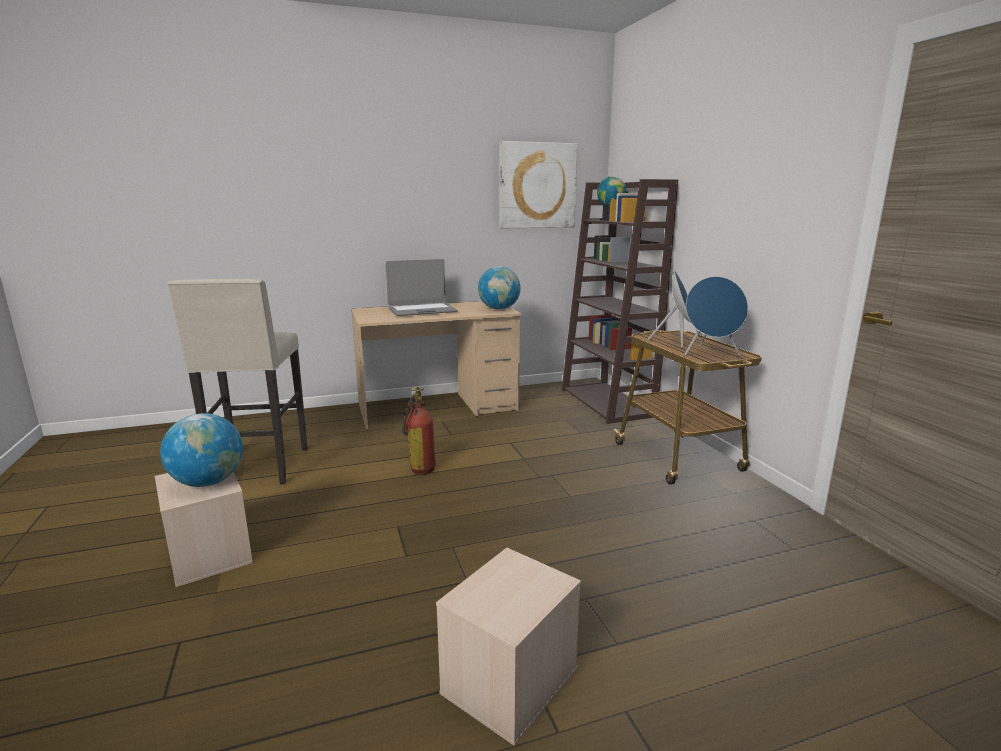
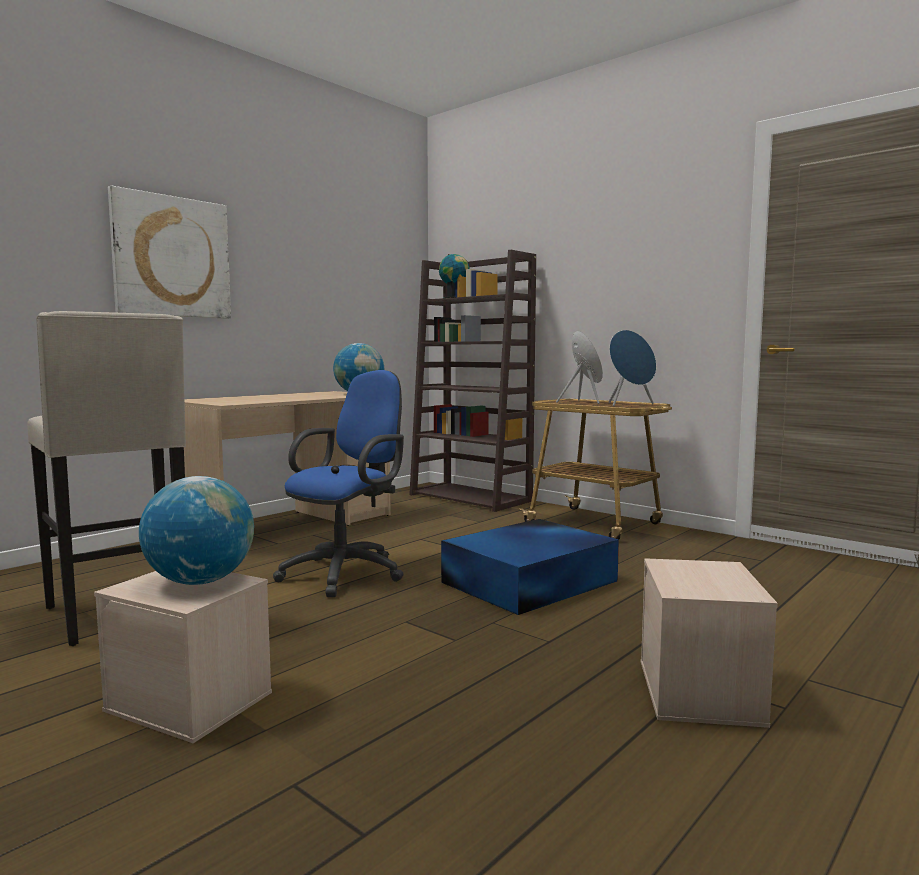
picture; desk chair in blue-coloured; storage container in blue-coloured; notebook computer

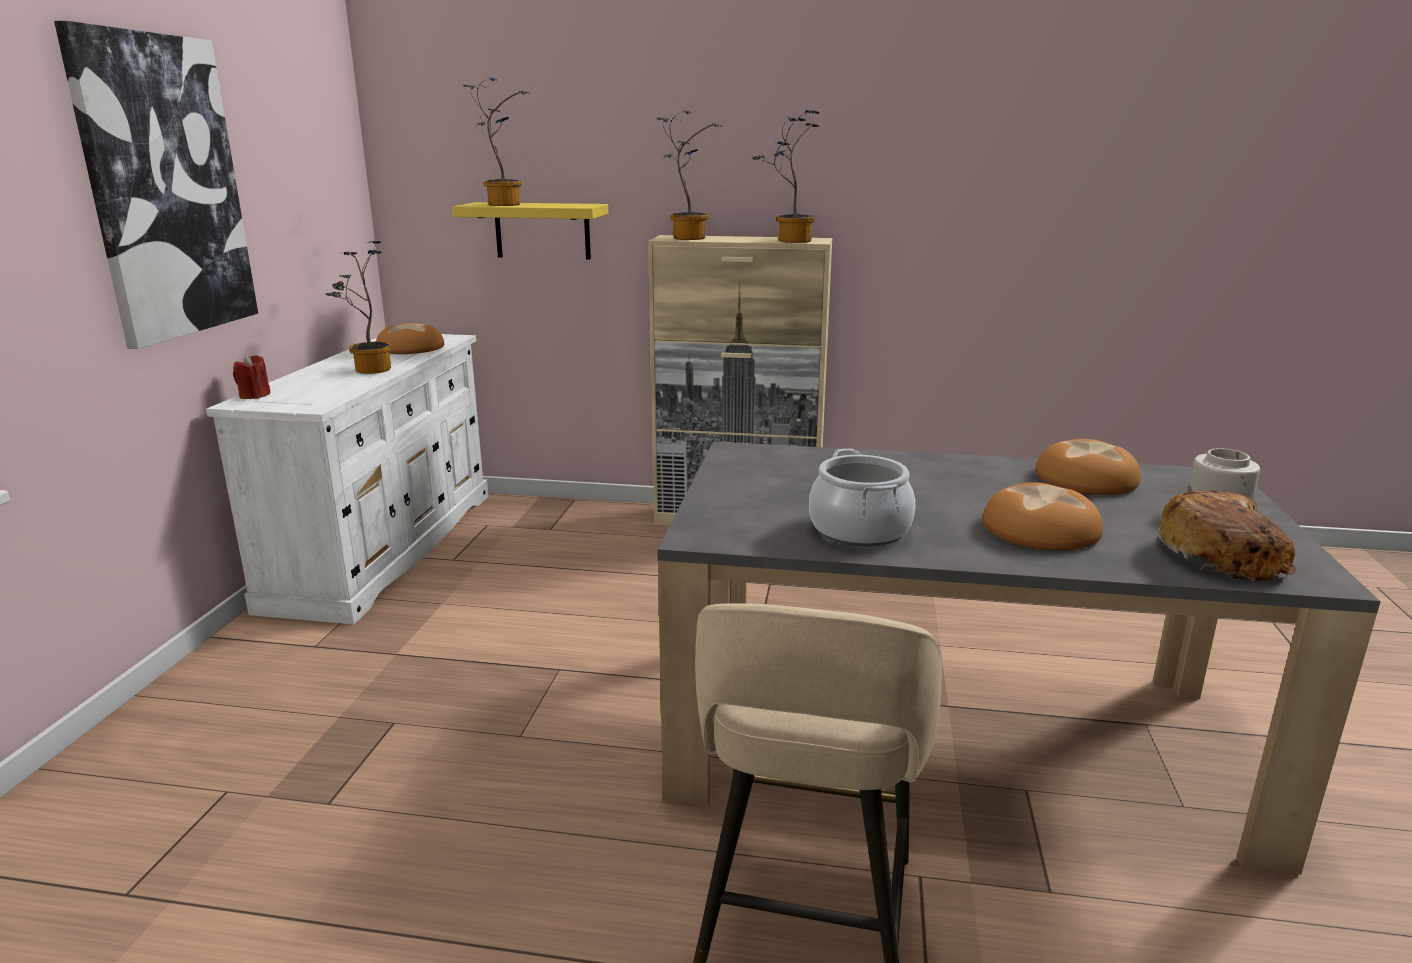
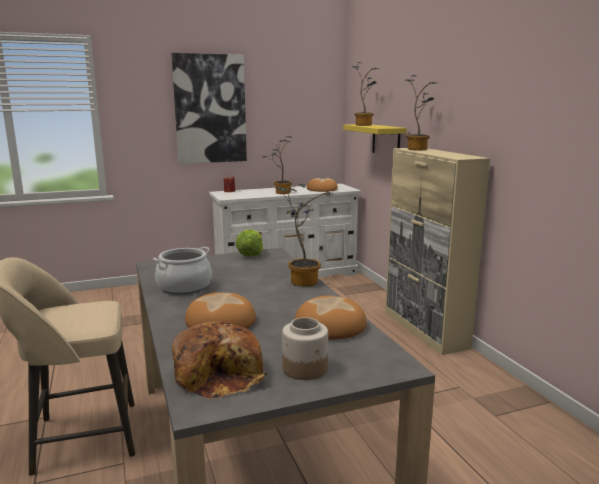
lettuce head; houseplant (2nd from left)

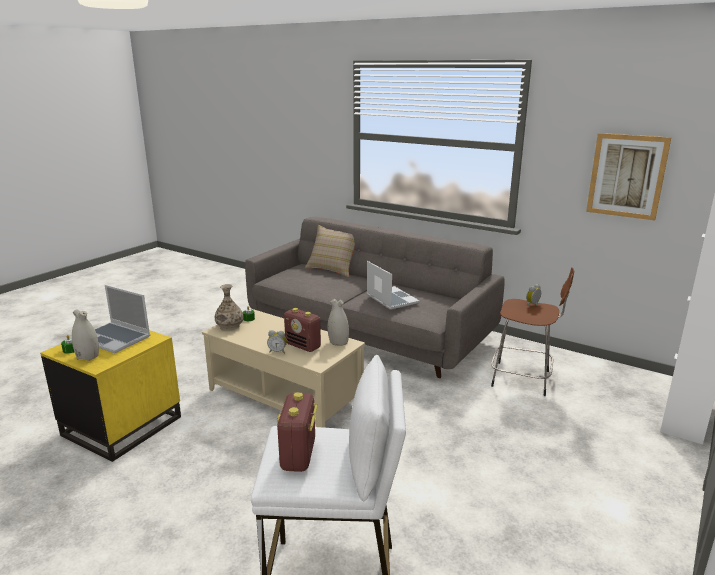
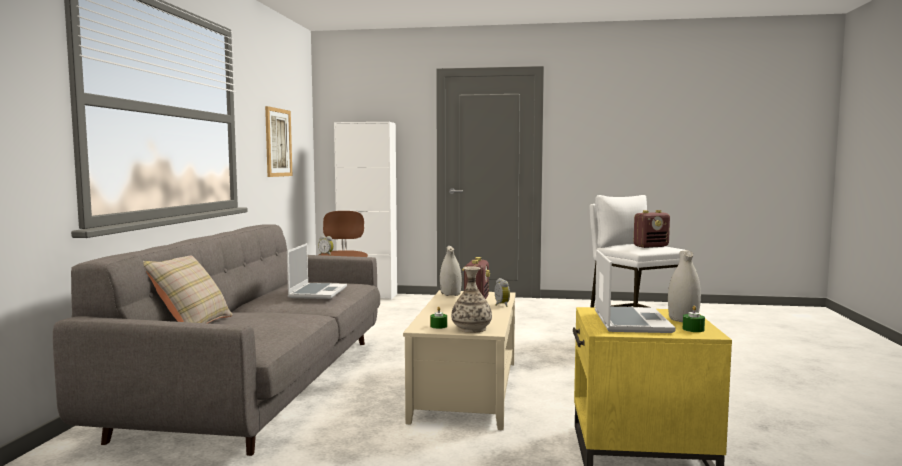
notebook computer (1st from left)

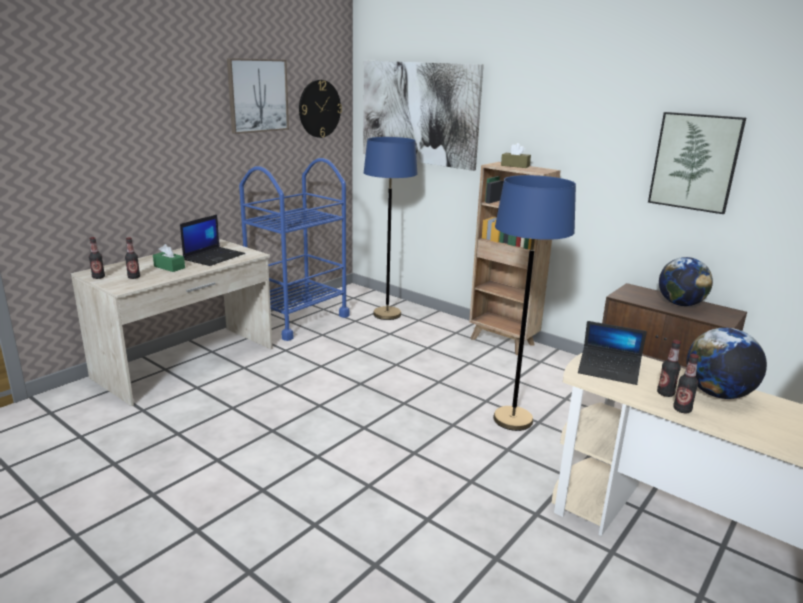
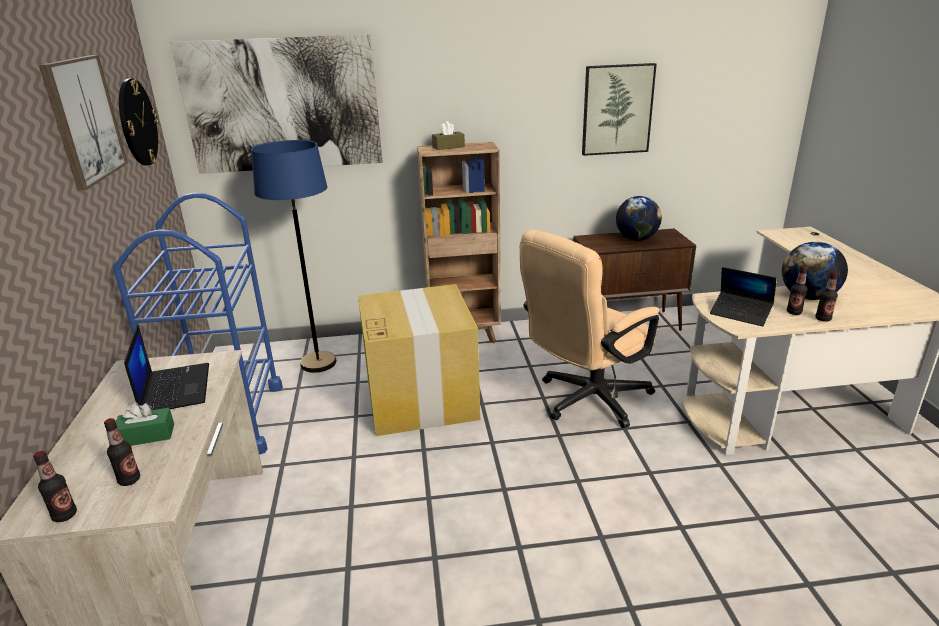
carton; desk chair in sand-coloured; notebook computer (2nd from left)

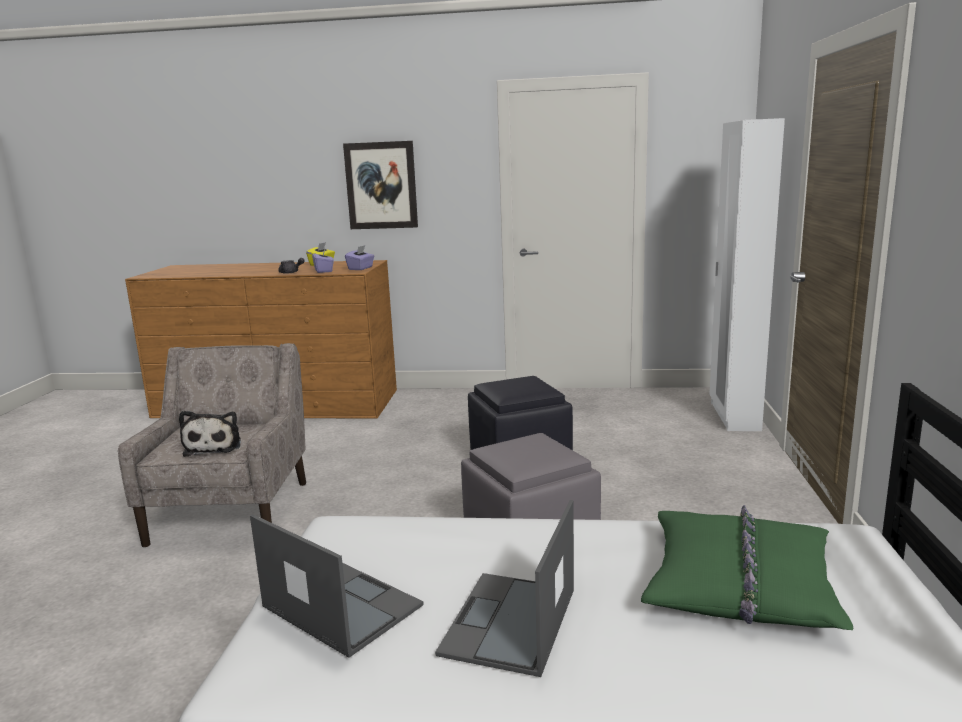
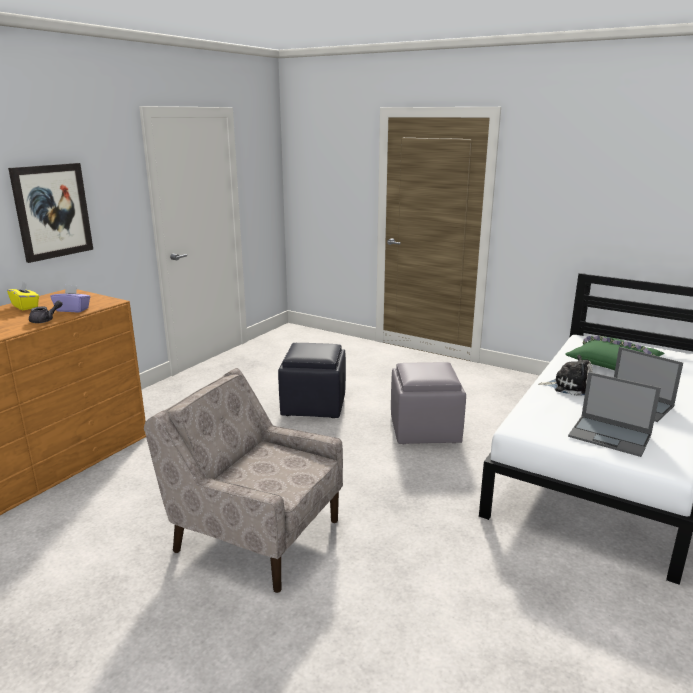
soft toy; notebook computer (1st from left); tissue holder in purple (2nd from left in the first image); clothes cupboard in whitish

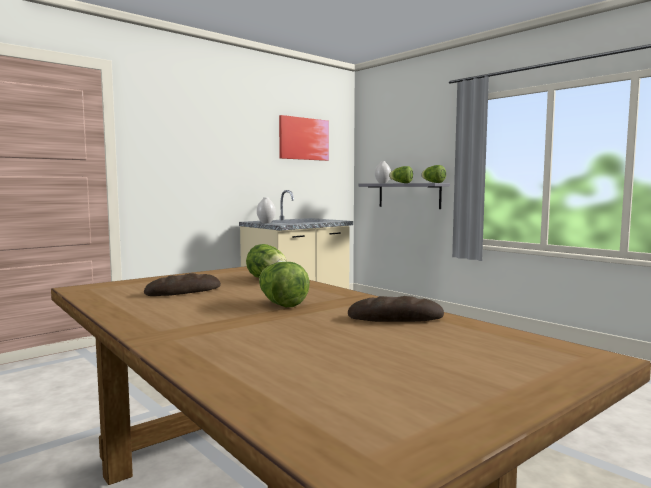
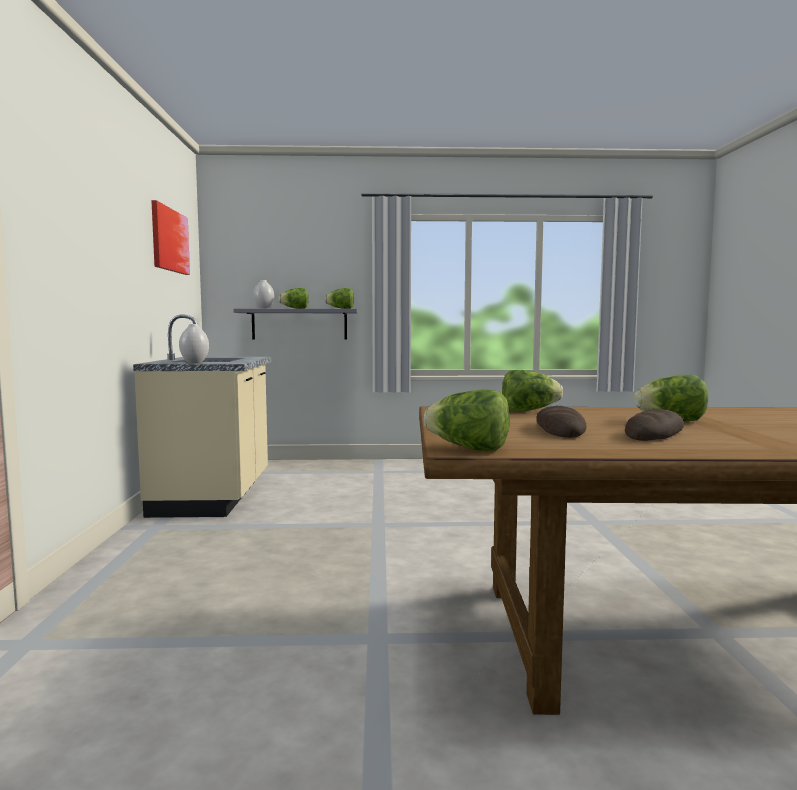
lettuce head (3rd from left); baked bread (2nd from left)

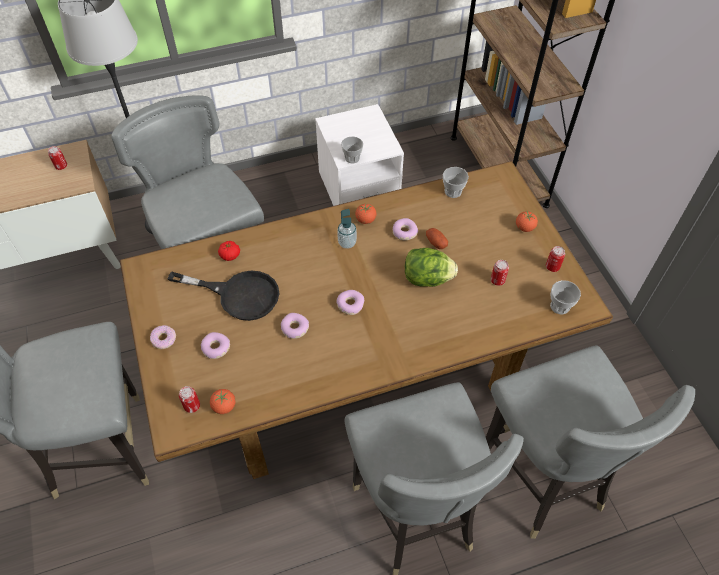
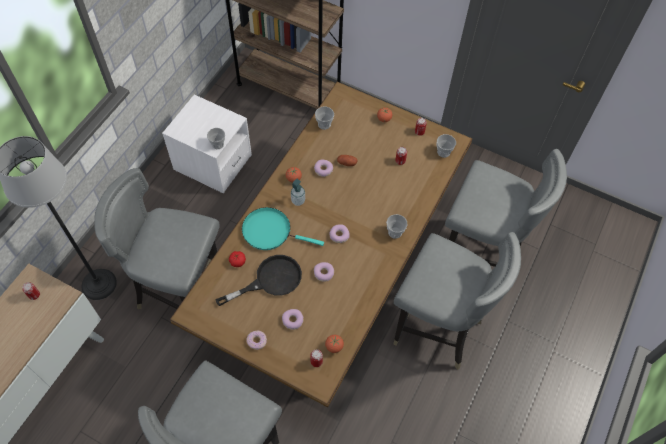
pan in turquoise; small cup (3rd from left); lettuce head

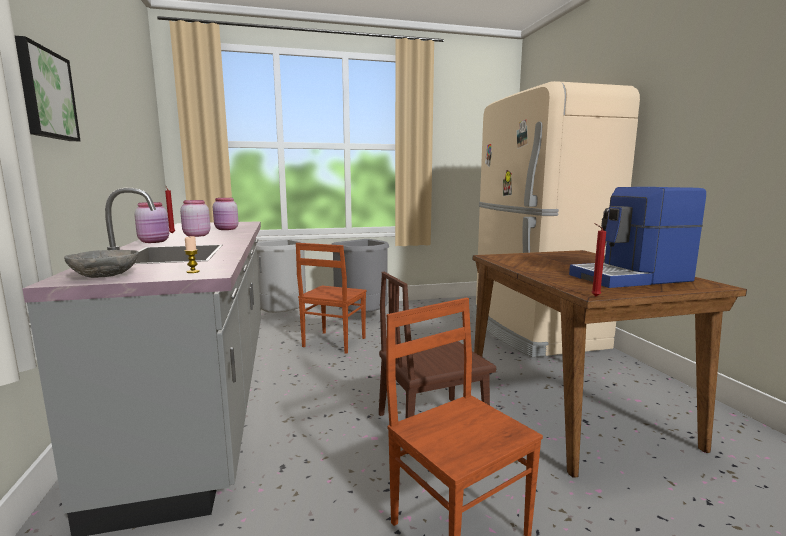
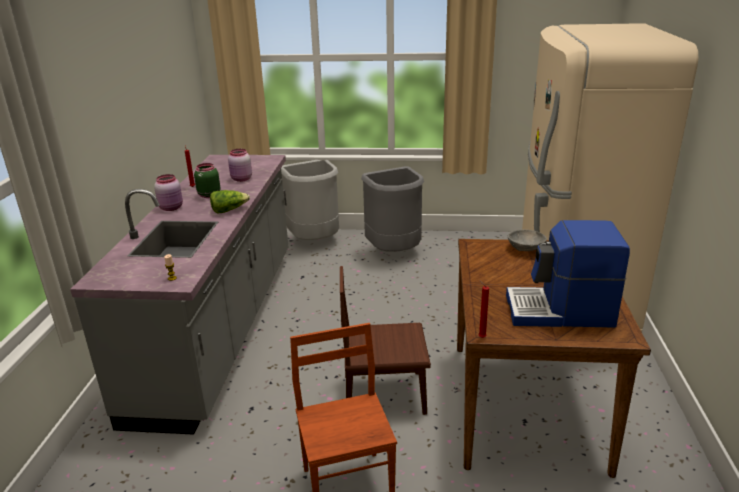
storage jar in green; lettuce head; deep dish in gray; picture; plain chair in brownish (1st from left in the first image)

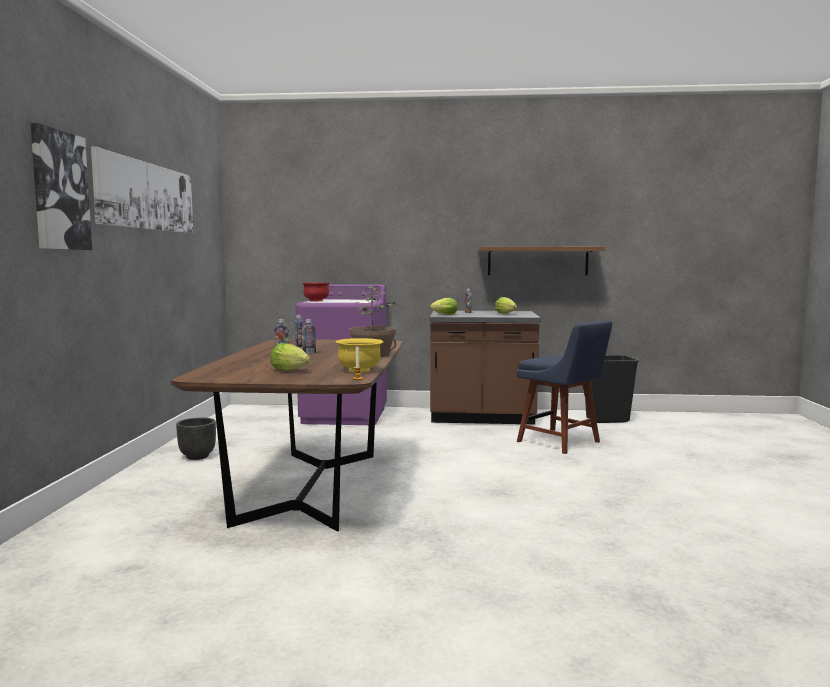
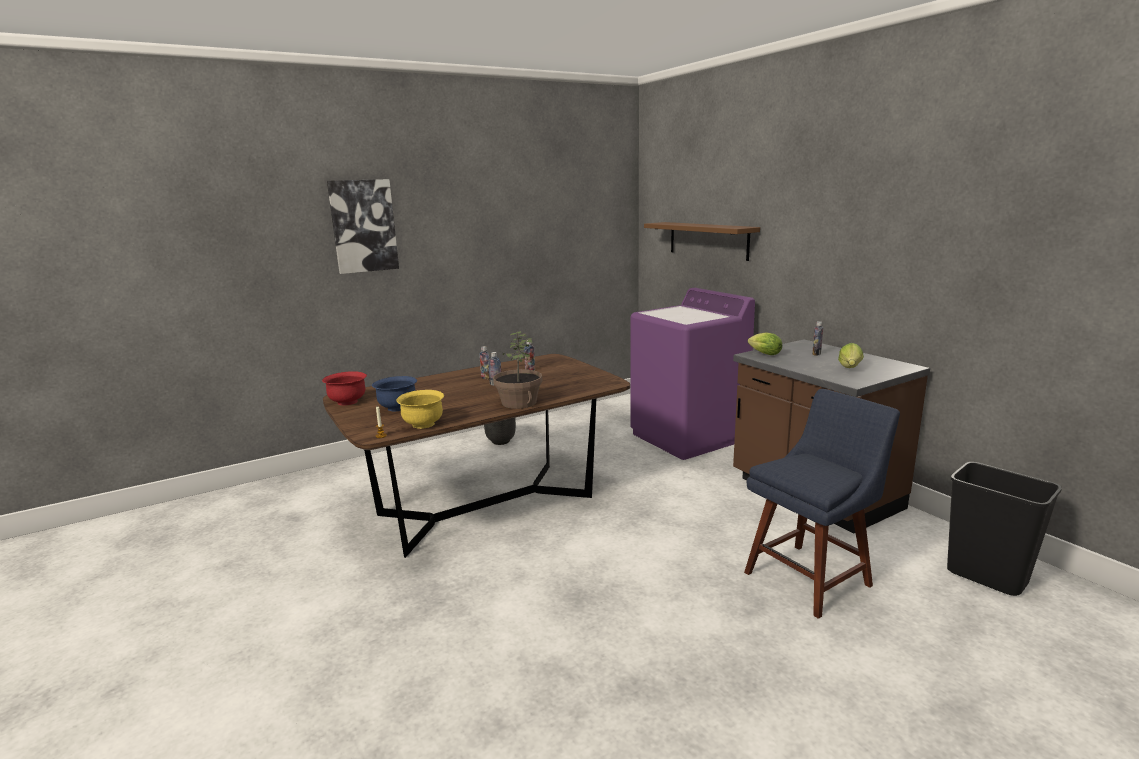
deep dish in red-coloured; deep dish in blue-coloured; bracket shelf in brownish; plain chair in blue-coloured; picture (2nd from left in the first image)

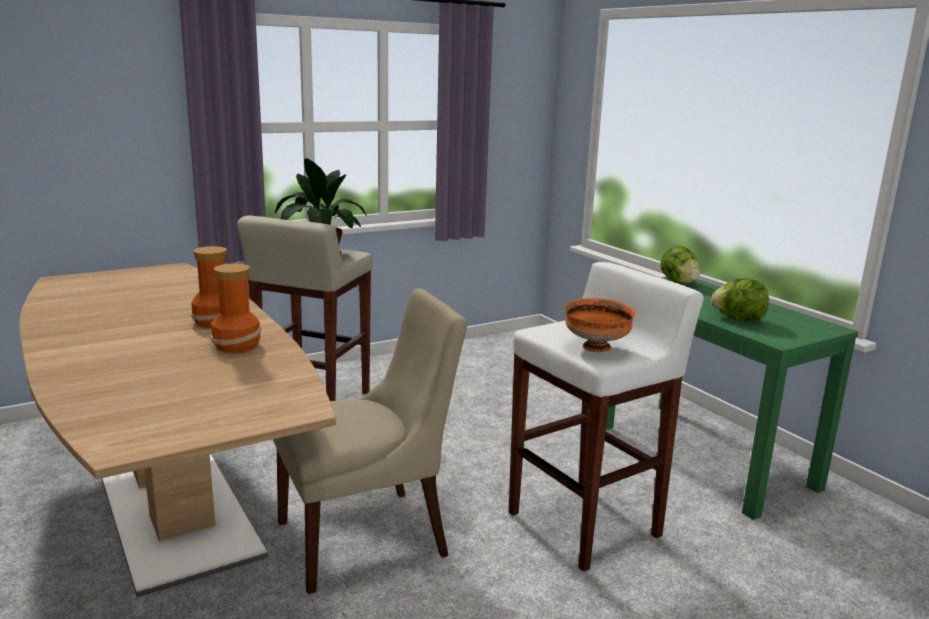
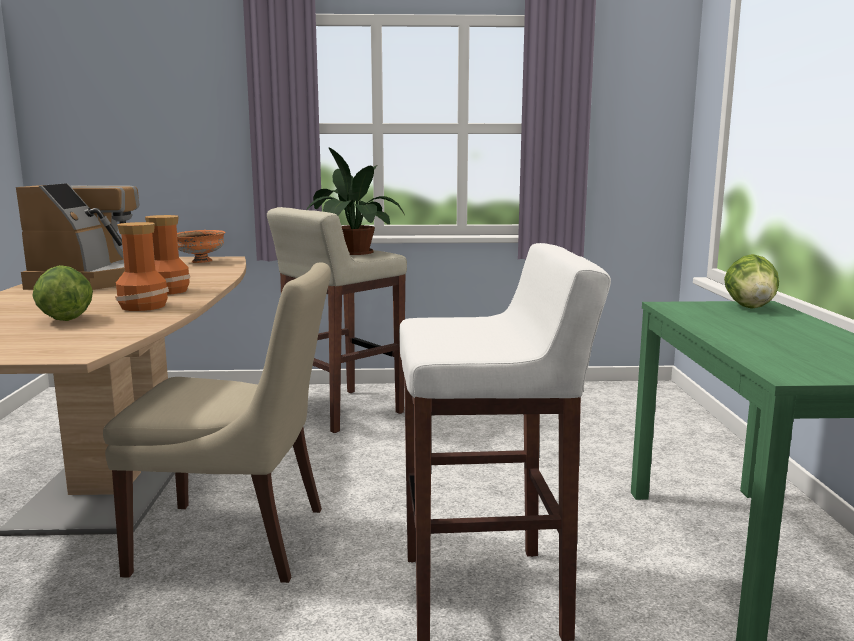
coffee brewer; lettuce head (1st from left); deep dish in orange

